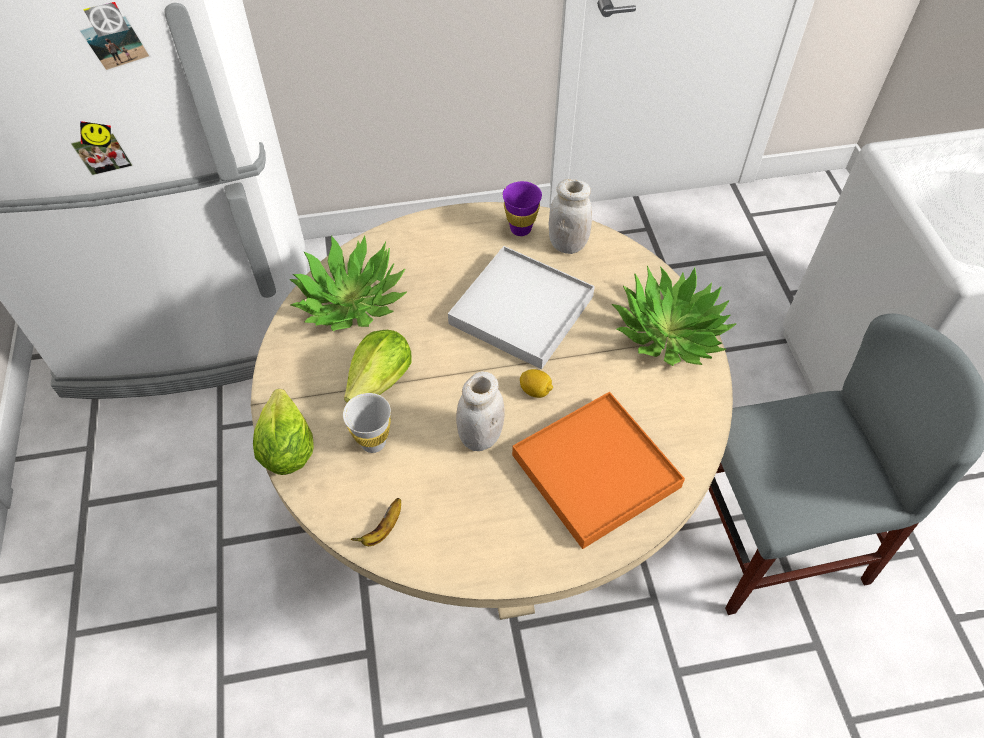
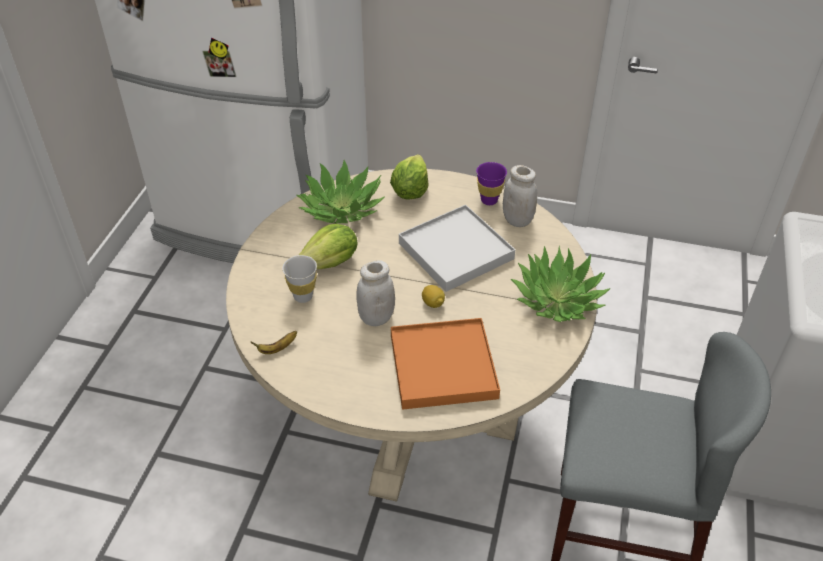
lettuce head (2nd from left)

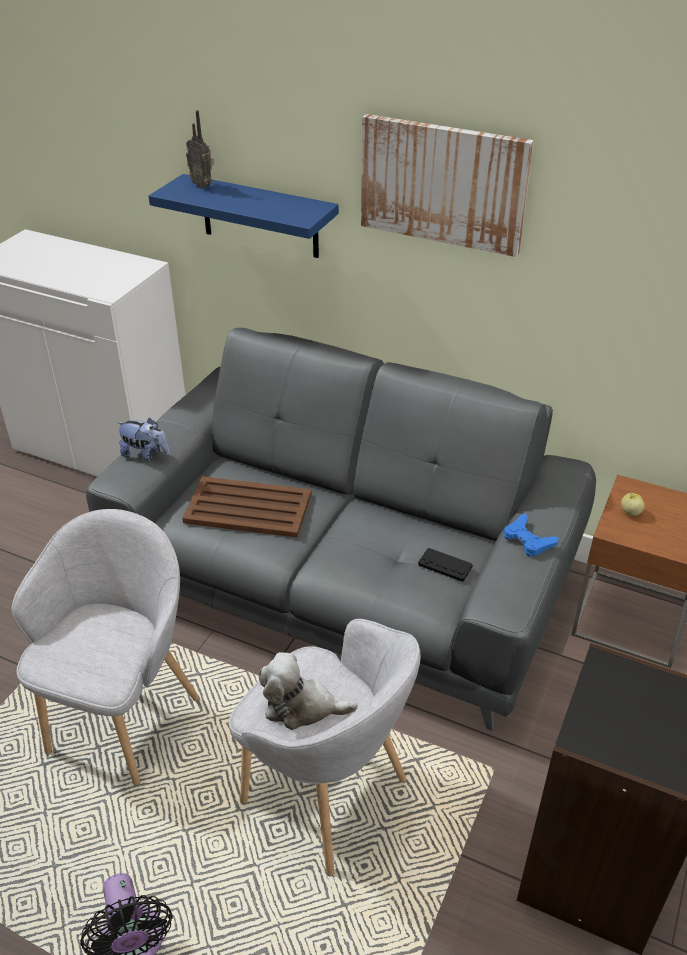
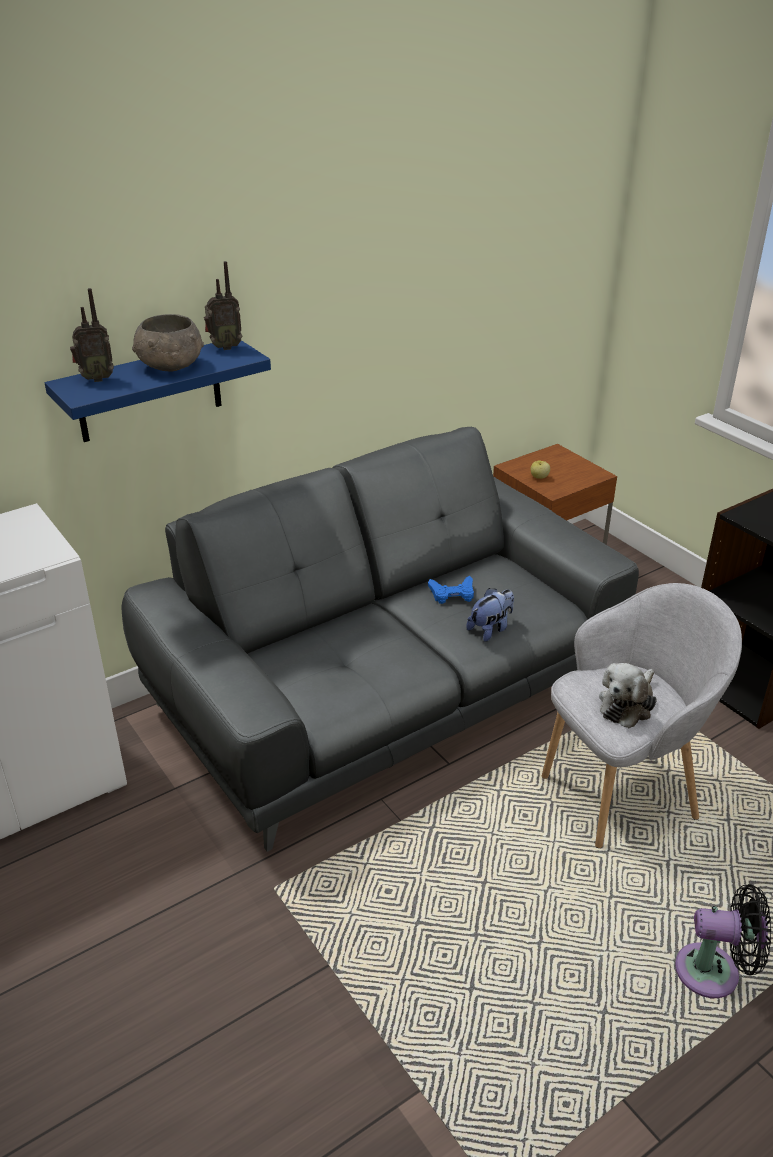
deep dish in gray; radio set (2nd from left); game controller in blue-coloured; soft toy (1st from left); armchair in gray (1st from left in the first image); tray in brownish; picture; game controller in black

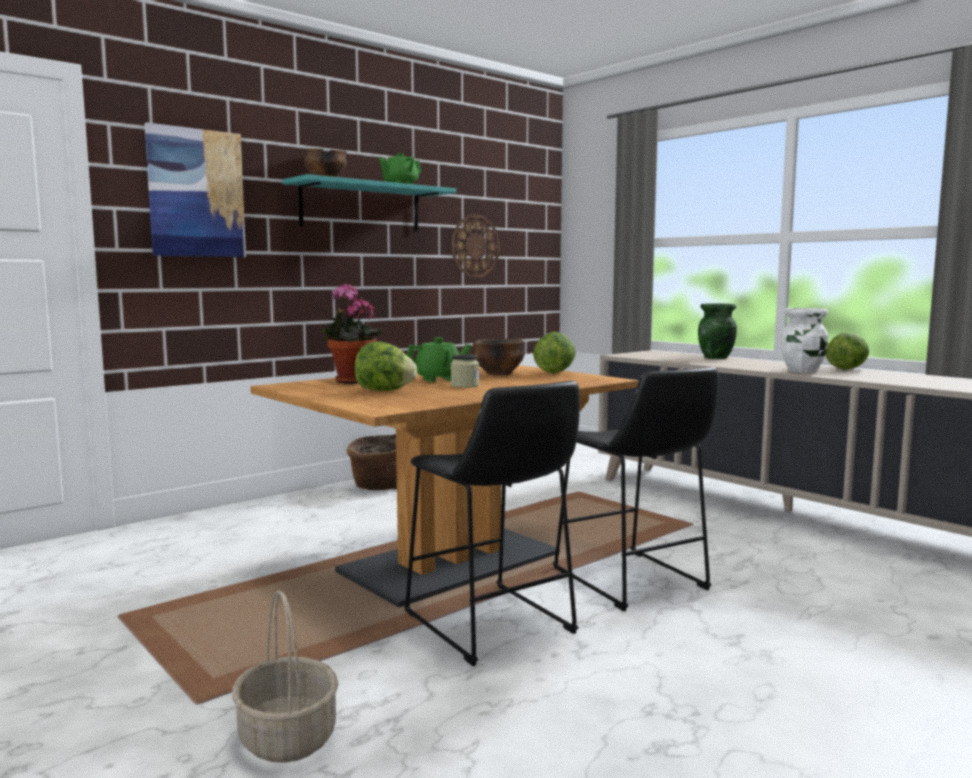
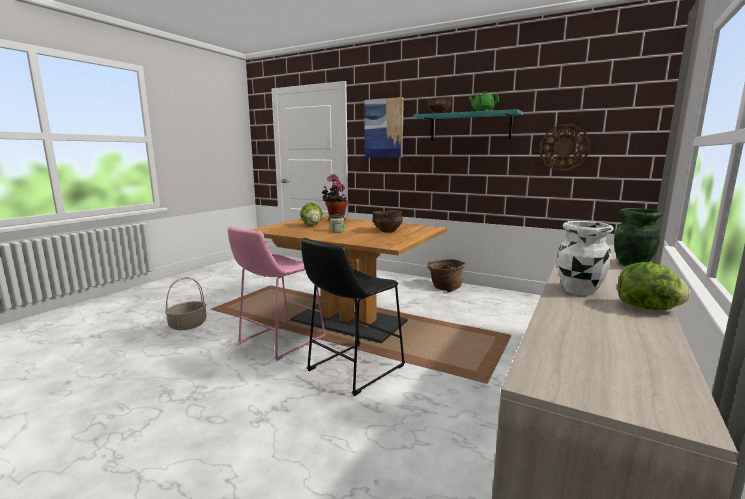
stool seat in pinkish; pot for tea in green (2nd from left in the first image); lettuce head (2nd from left in the first image)

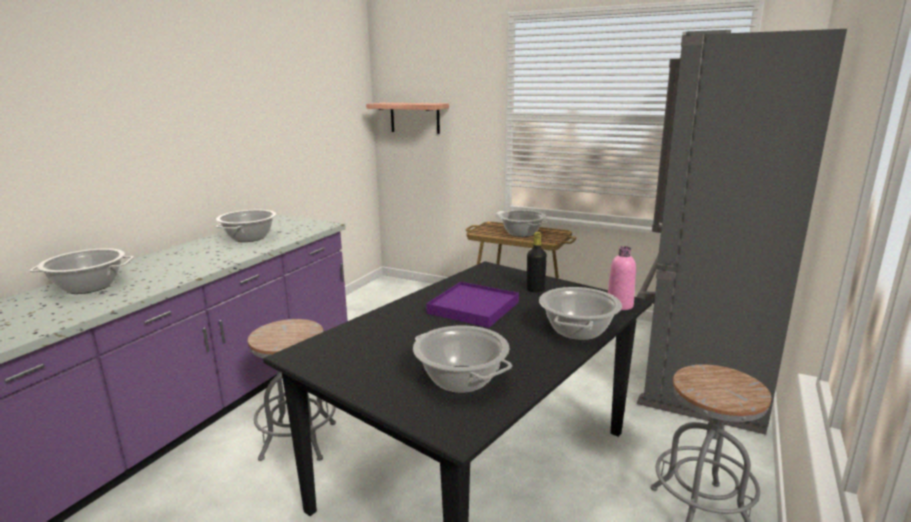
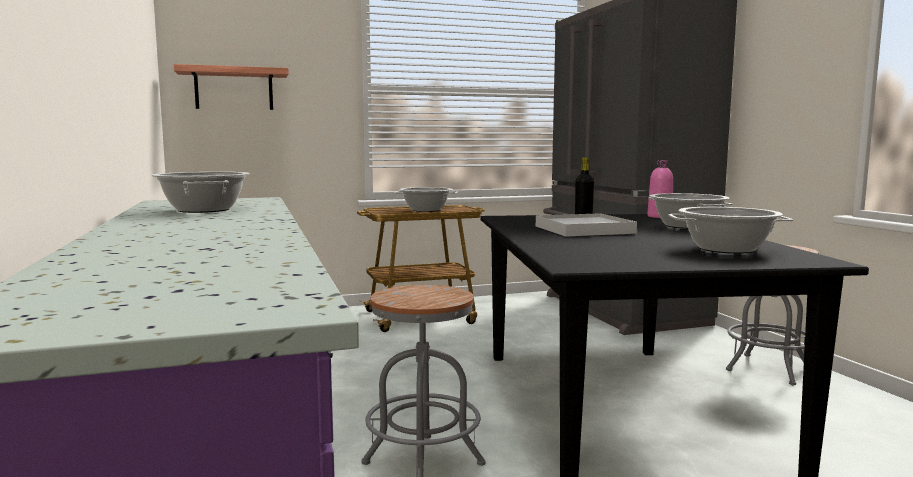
tray in whitish; saucepot (1st from left in the first image)

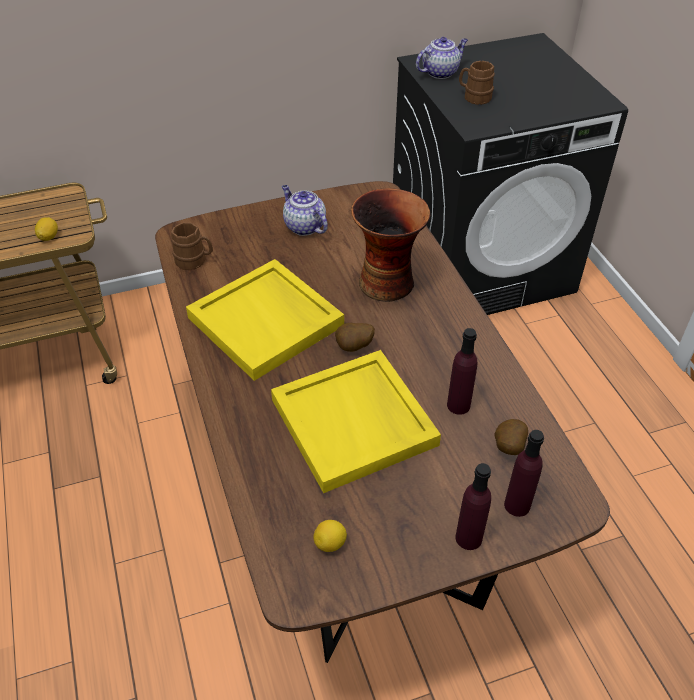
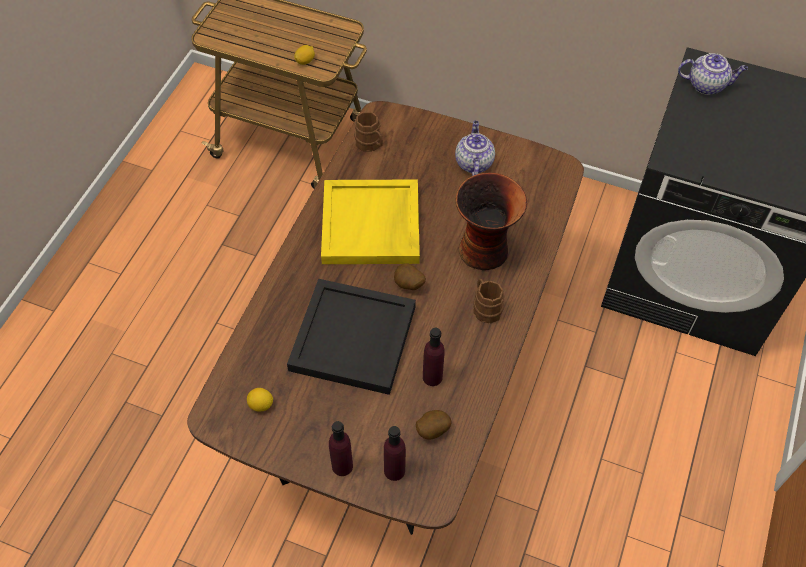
tray in black; mug in brownish (2nd from left)

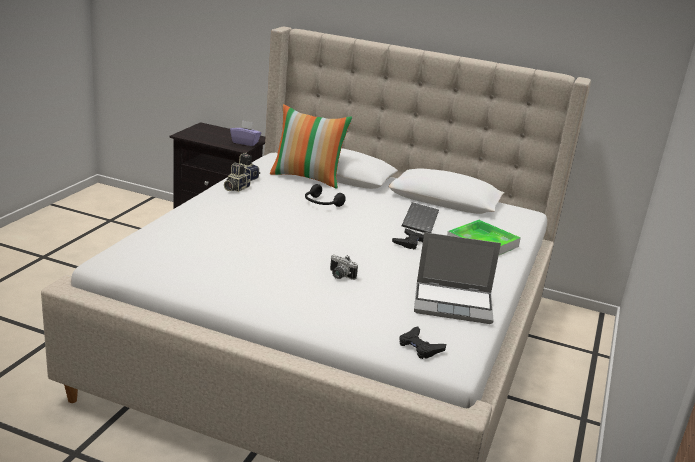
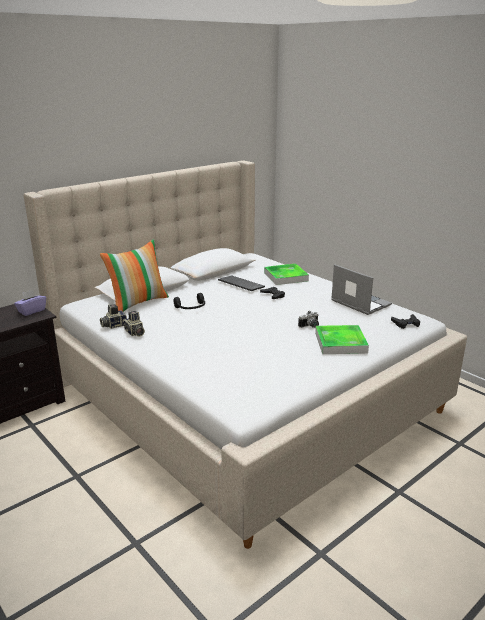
tray (2nd from left); notebook computer

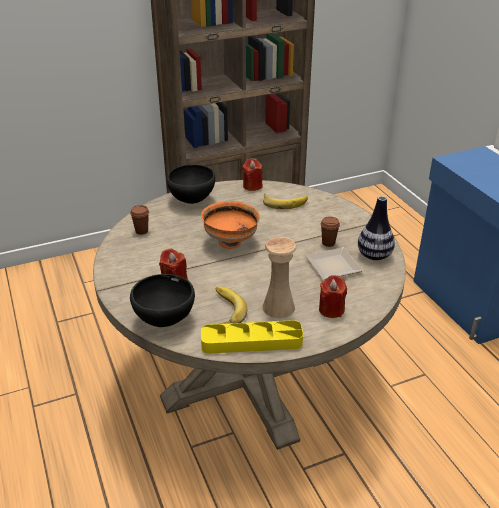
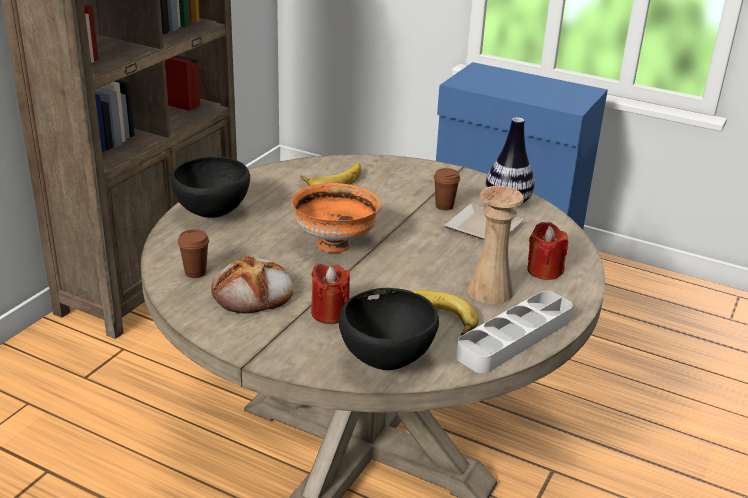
baked bread; tray in gray; wax light in red-coloured (2nd from left in the first image)

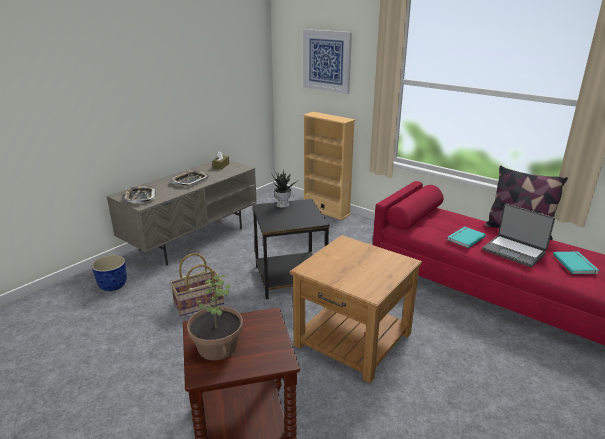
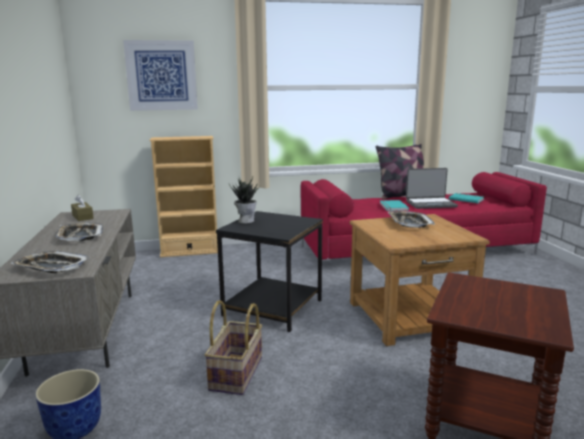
tray (3rd from left); houseplant (1st from left in the first image)

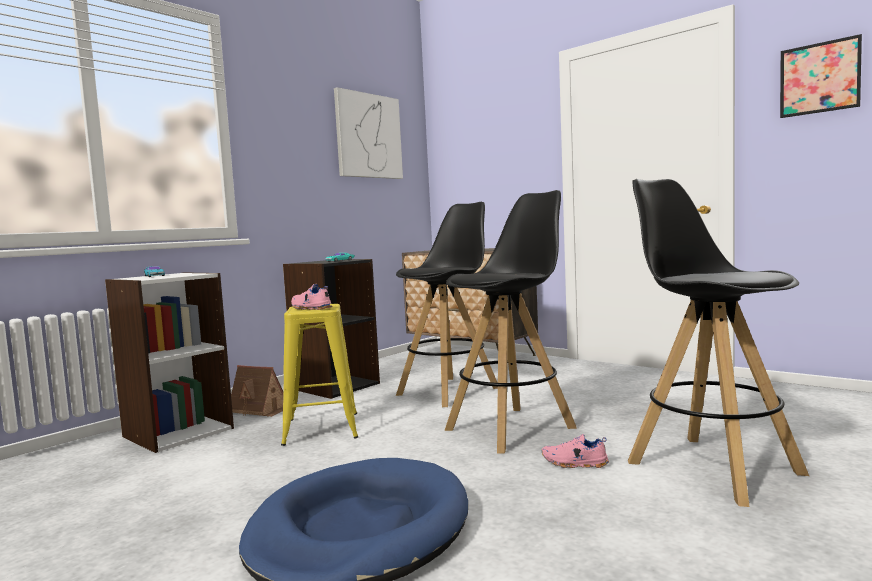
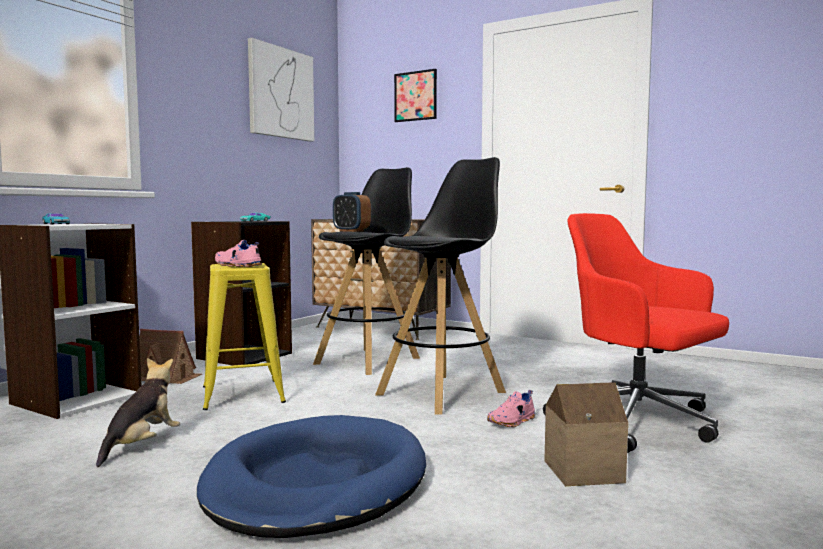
soft toy; table clock; picture (2nd from left); item of footwear in pinkish (2nd from left); desk chair in red-coloured; miniature house (2nd from left)

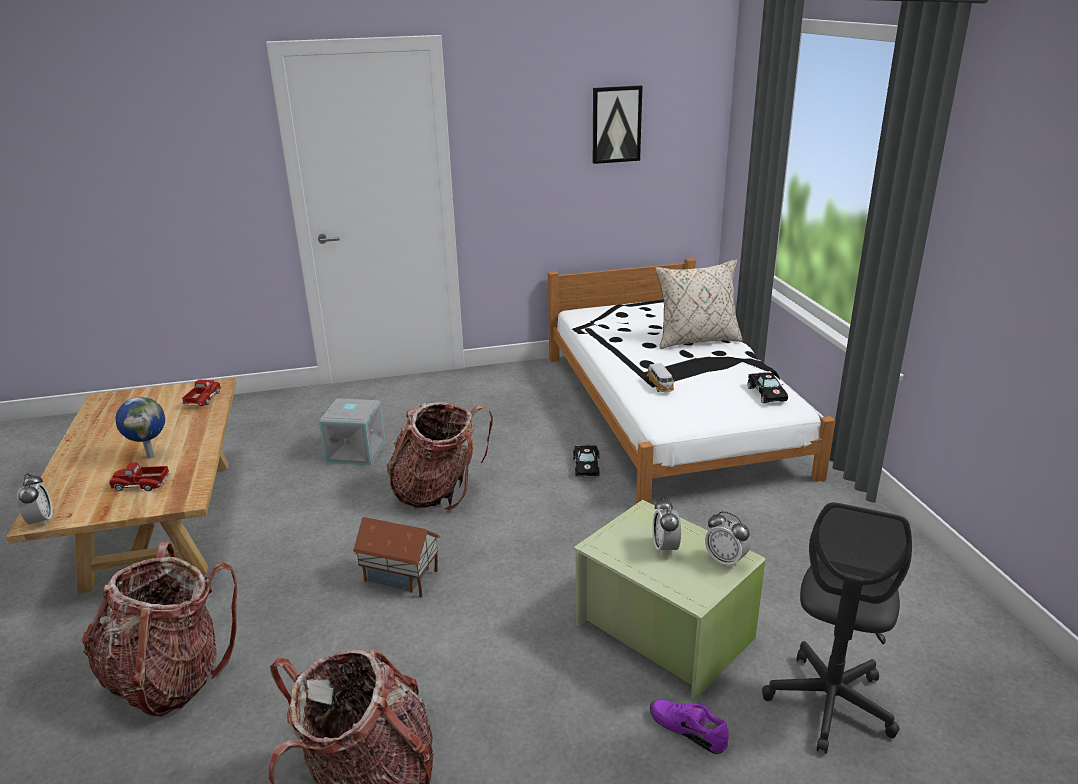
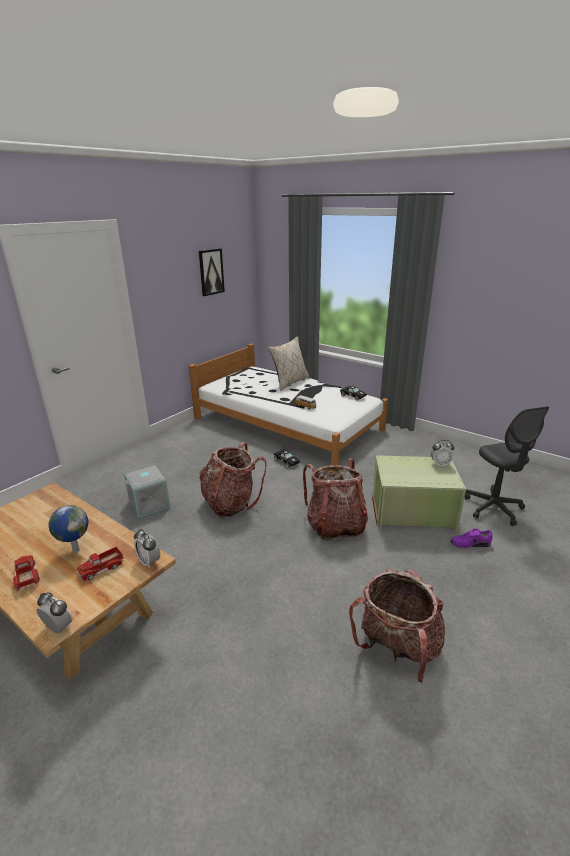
model truck (1st from left); table clock (2nd from left); knapsack (2nd from left); miniature house

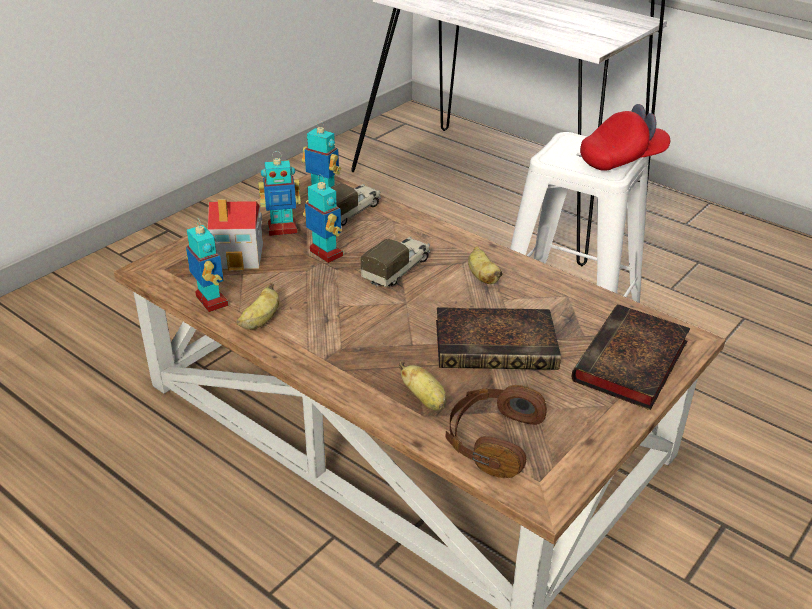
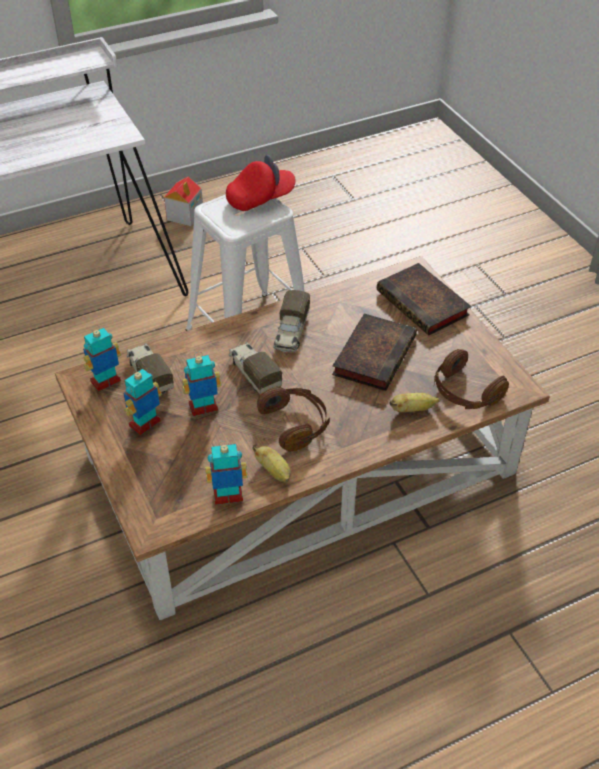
model robot (2nd from left); miniature house; baseball cap in red-coloured; pair of headphones in brownish (1st from left); model truck (3rd from left)

